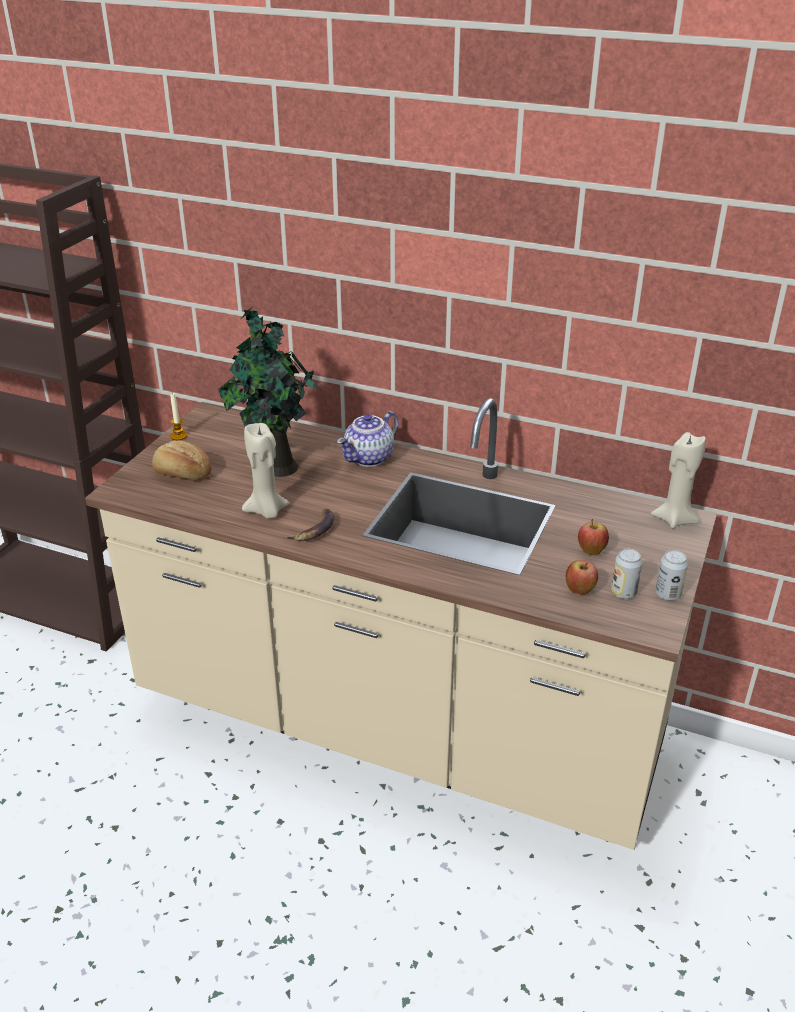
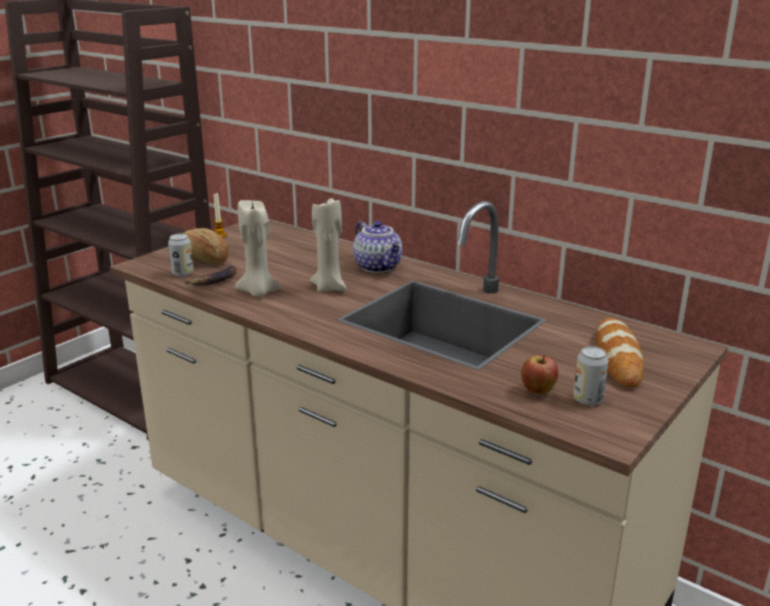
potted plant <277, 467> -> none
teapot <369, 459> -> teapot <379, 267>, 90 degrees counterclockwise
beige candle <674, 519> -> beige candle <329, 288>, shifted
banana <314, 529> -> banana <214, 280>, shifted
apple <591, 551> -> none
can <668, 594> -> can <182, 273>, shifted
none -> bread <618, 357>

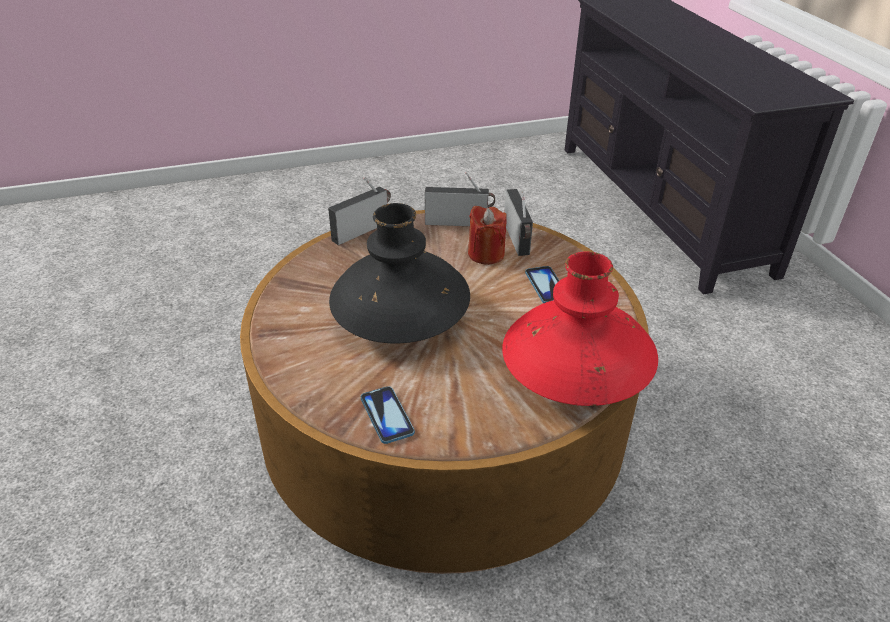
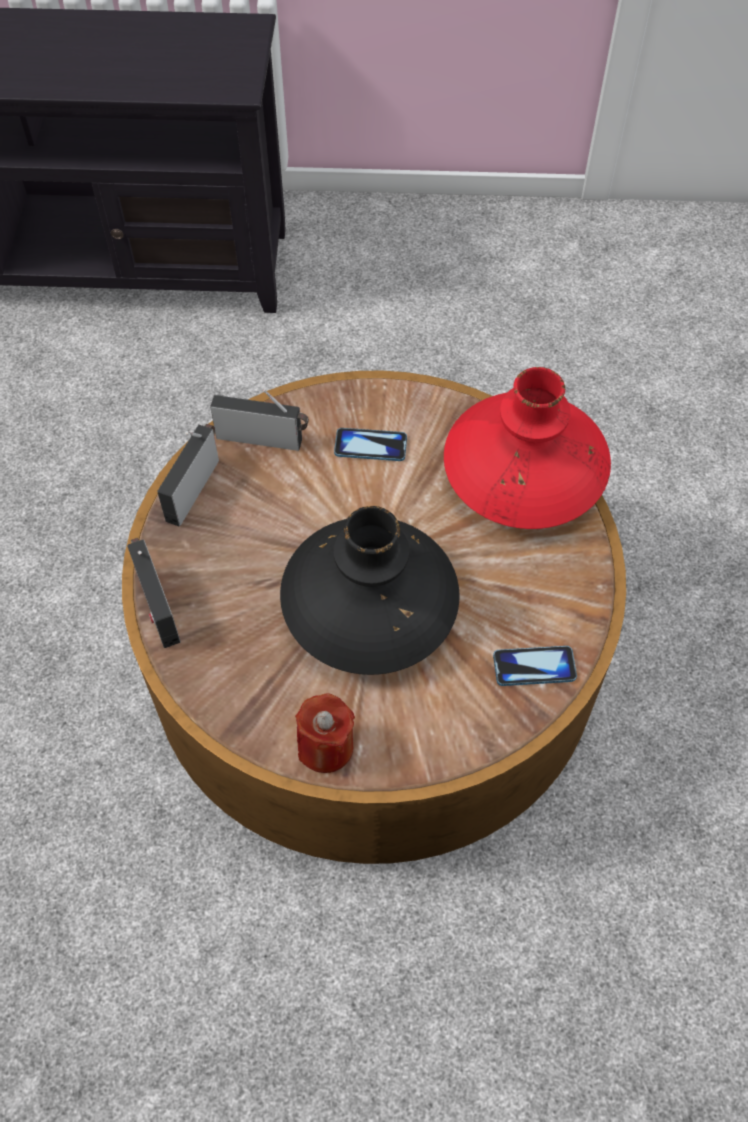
red candle <486, 254> -> red candle <325, 747>, shifted

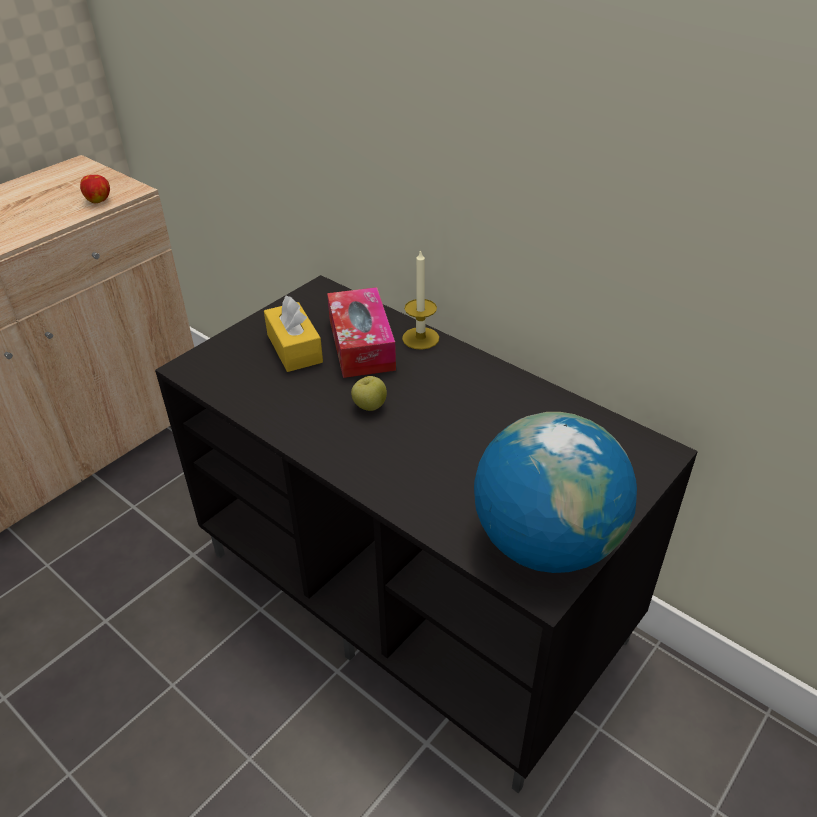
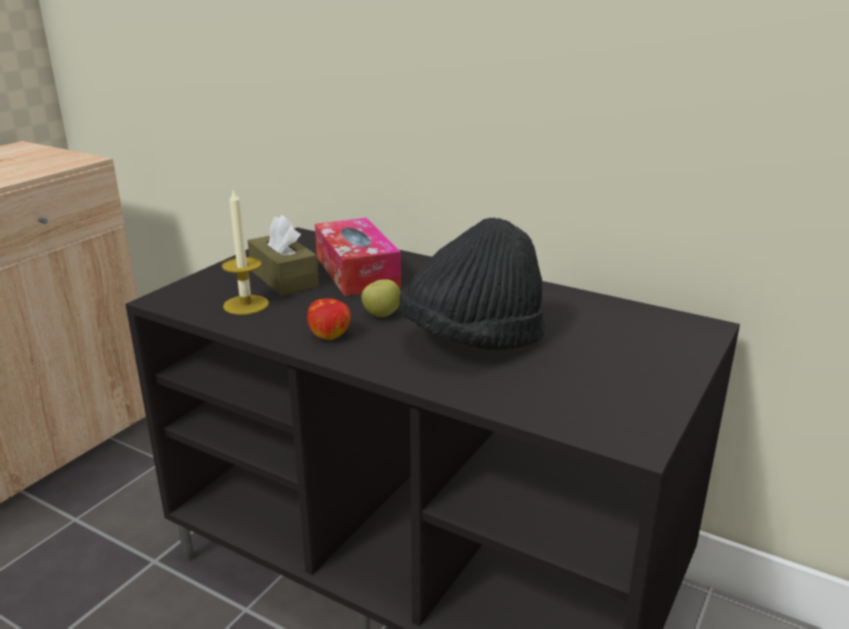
apple <99, 200> -> apple <330, 336>, shifted
candle <420, 338> -> candle <246, 305>, shifted
yellow tissue box <294, 348> -> brown tissue box <284, 278>
globe <546, 542> -> none
none -> black hat <472, 340>

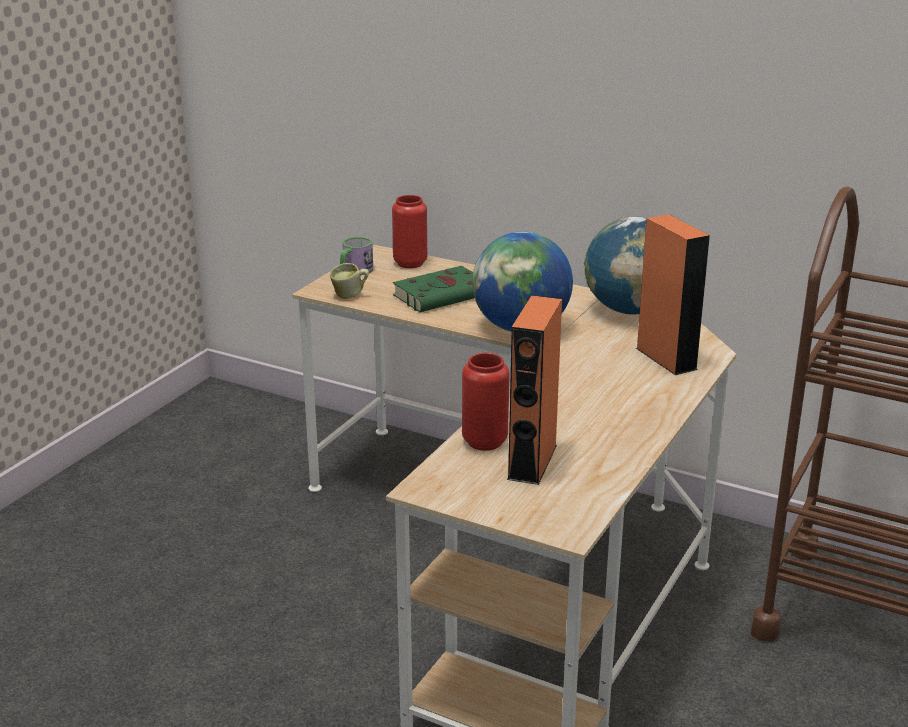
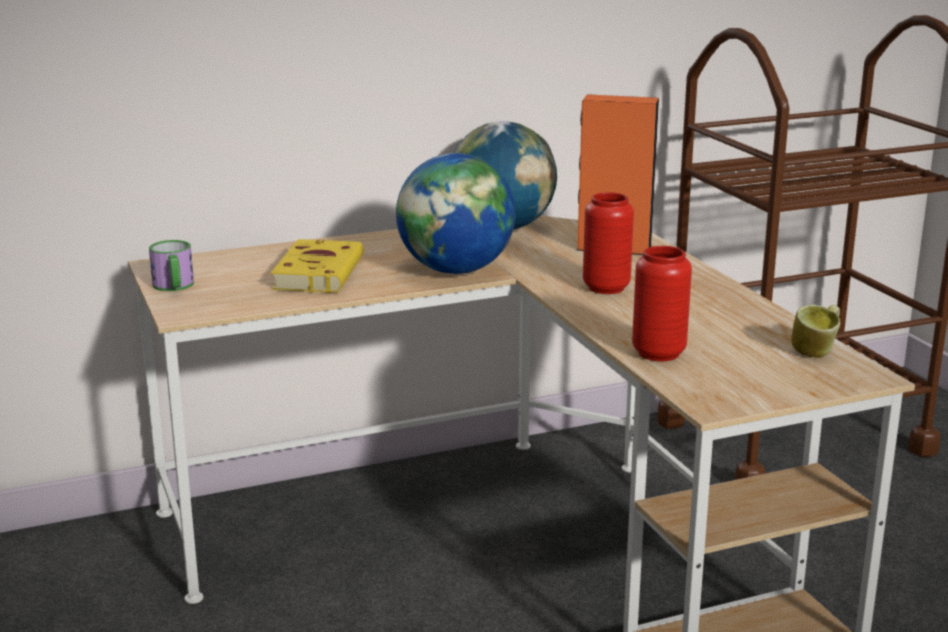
red vase <410, 263> -> red vase <606, 288>, shifted
mug <350, 296> -> mug <817, 352>, shifted
green book <444, 294> -> yellow book <319, 272>
orange speaker <532, 462> -> none

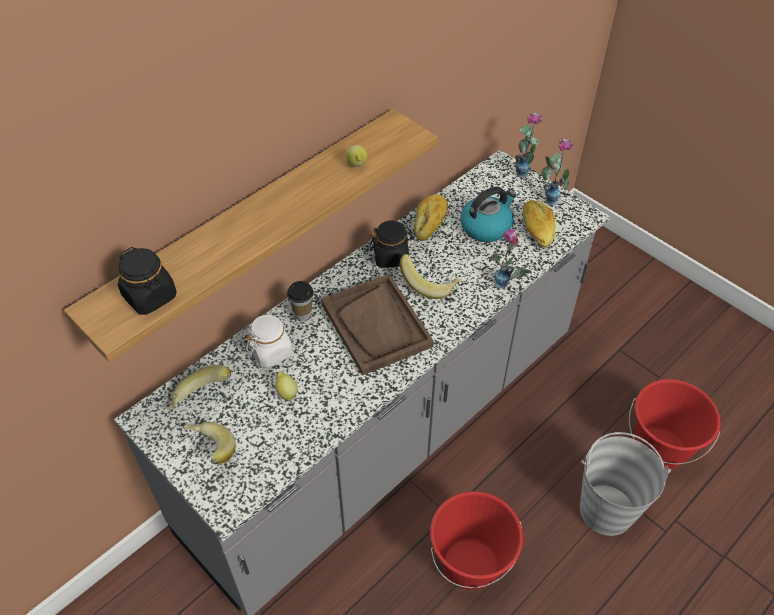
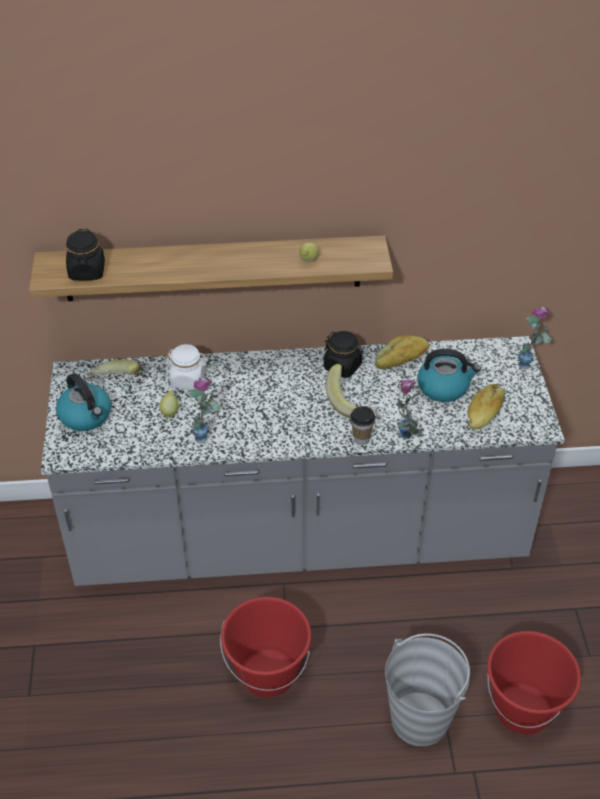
vase <551, 196> -> vase <207, 433>, shifted
brown tray <376, 325> -> none
cup <303, 314> -> cup <361, 439>, shifted
banana <209, 451> -> kettle <86, 416>

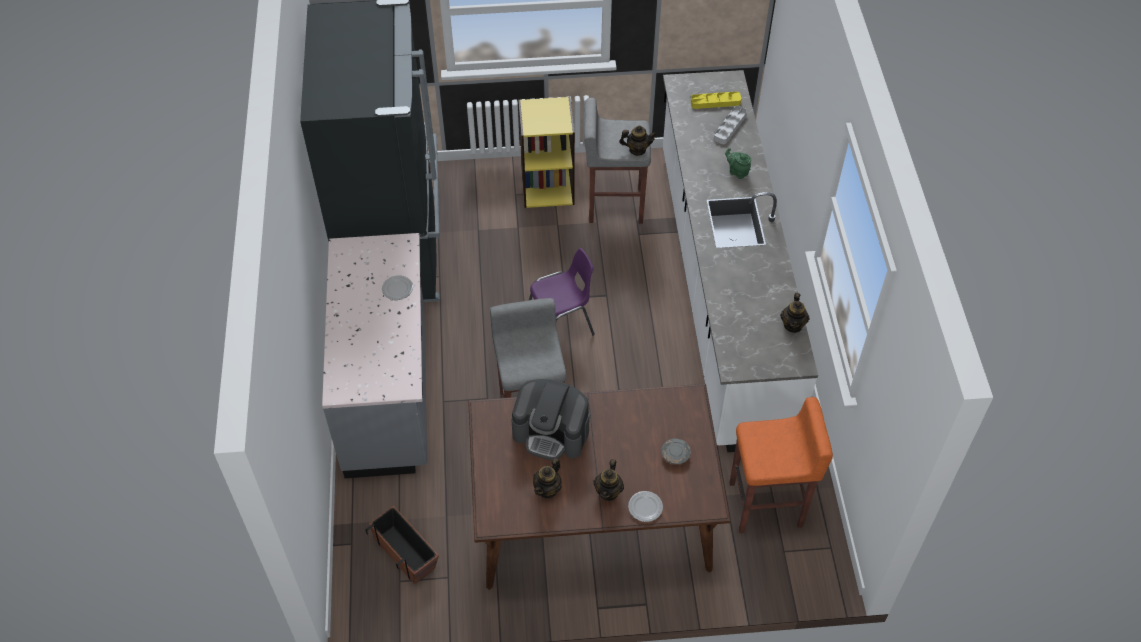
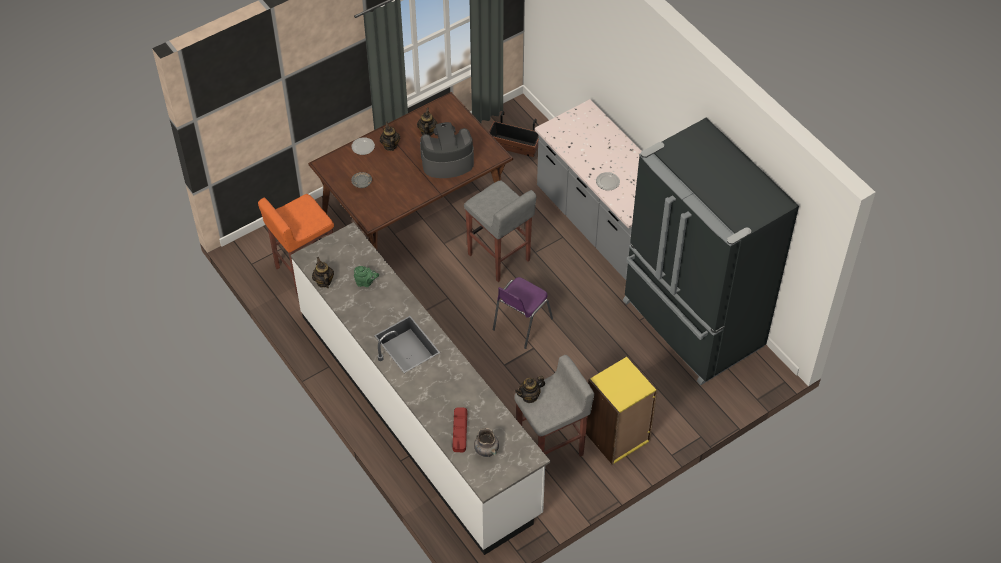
yellow tray <715, 102> -> grey vase <486, 451>
grey tray <730, 127> -> red tray <460, 431>
green teapot <737, 172> -> green teapot <366, 282>, shifted

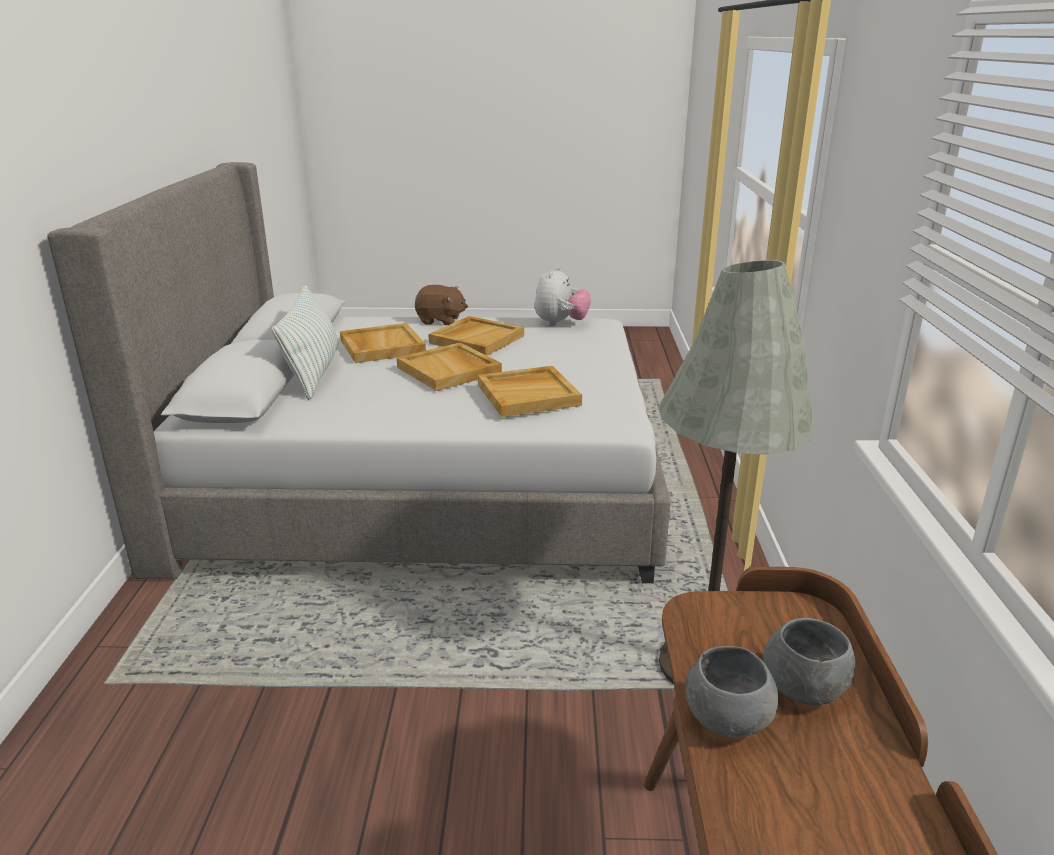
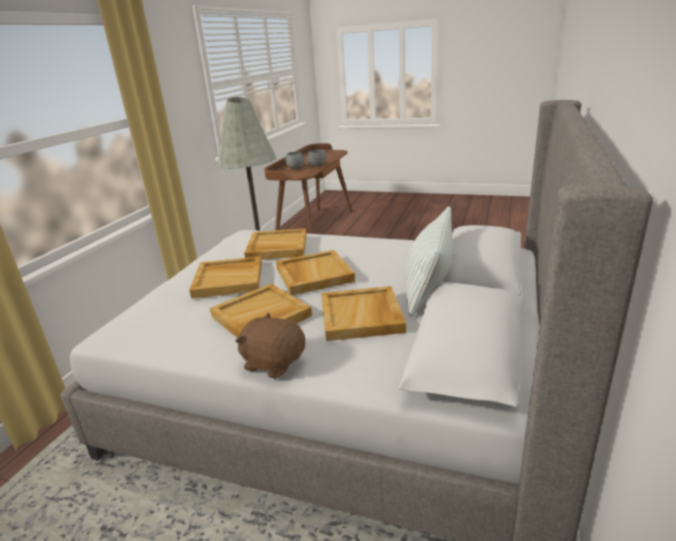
plush toy <560, 323> -> none
none -> beige tray <229, 279>

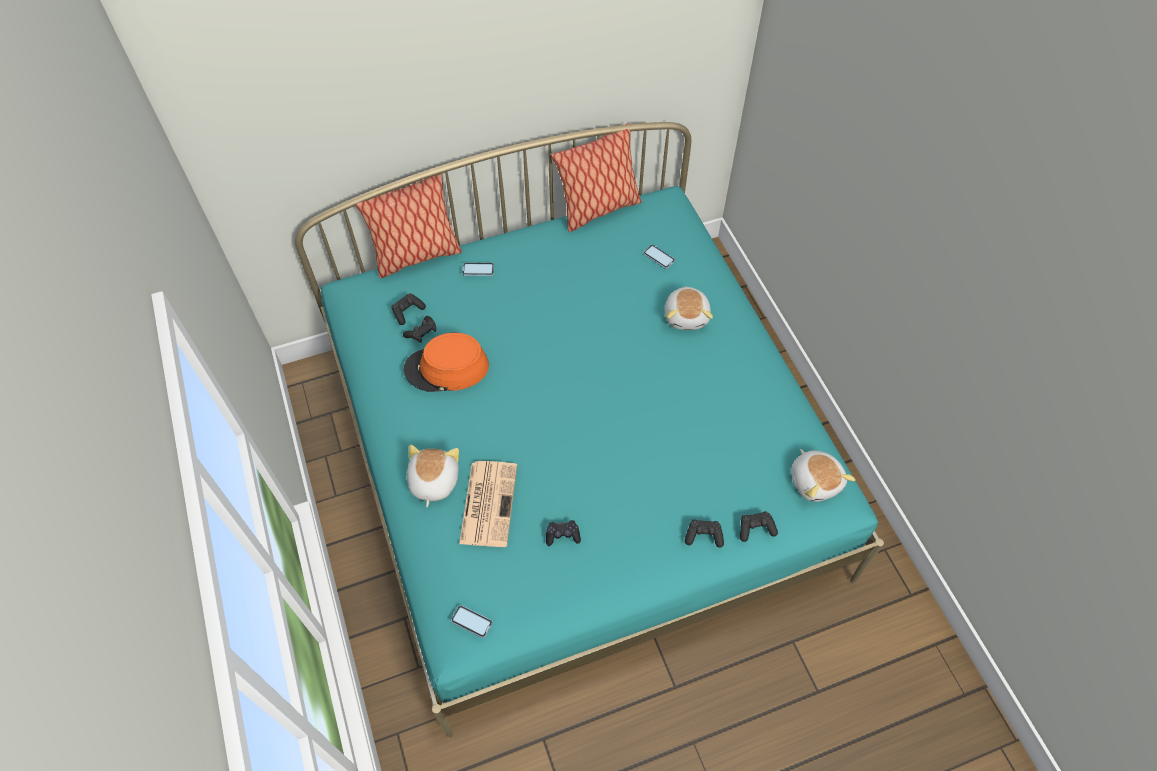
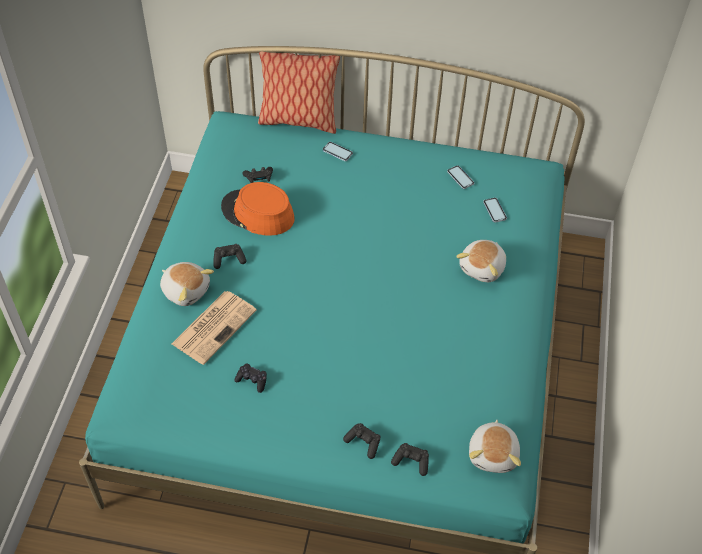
pillow <598, 209> -> none
black game controller <408, 312> -> black game controller <229, 259>, shifted
plush toy <433, 481> -> plush toy <186, 290>, 90 degrees clockwise
phone <471, 622> -> phone <460, 178>, shifted

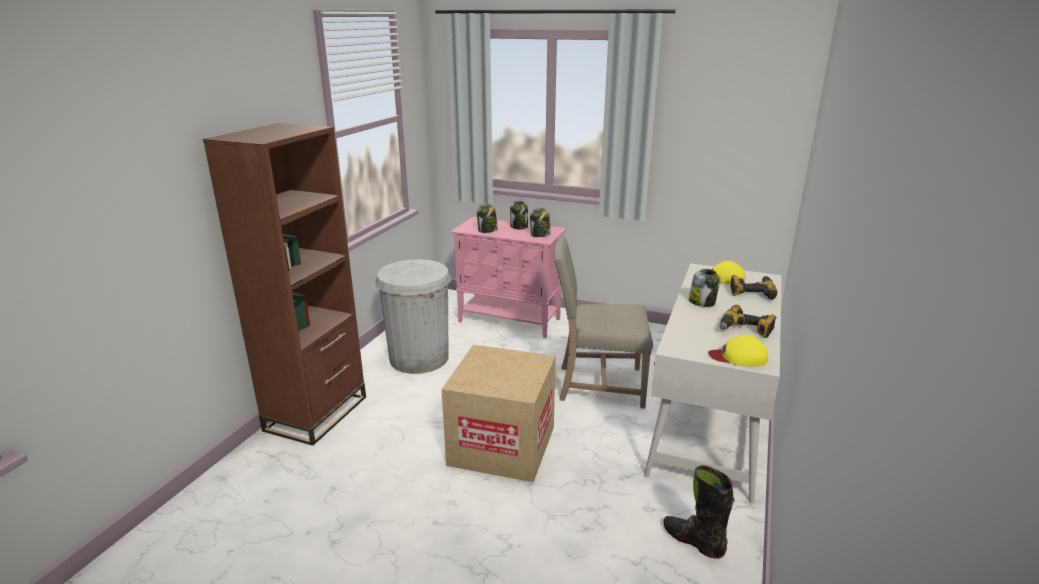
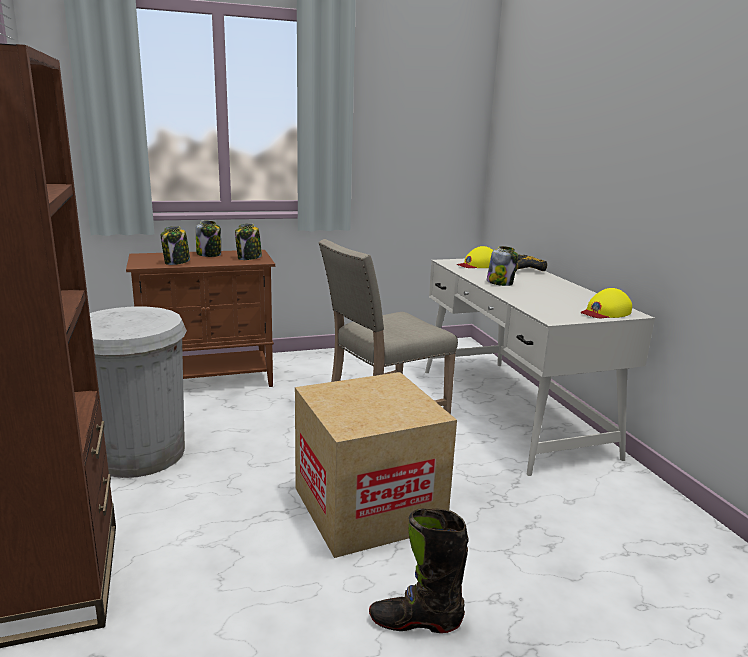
pink cabinet <510, 320> -> brown cabinet <209, 380>
power drill <745, 330> -> none
black boot <693, 541> -> black boot <415, 621>, shifted

